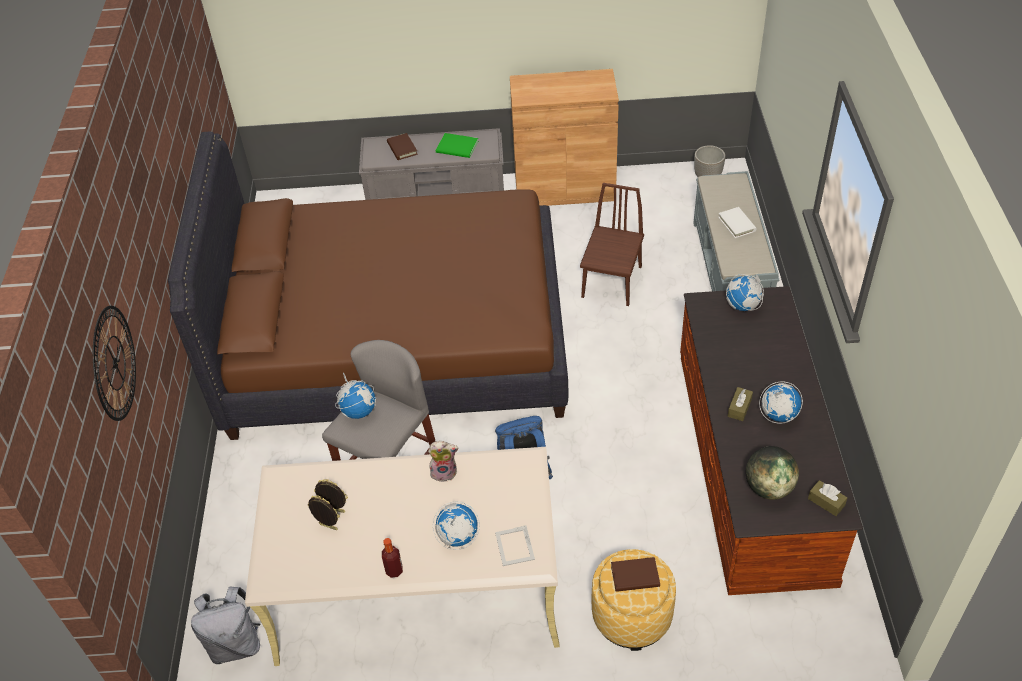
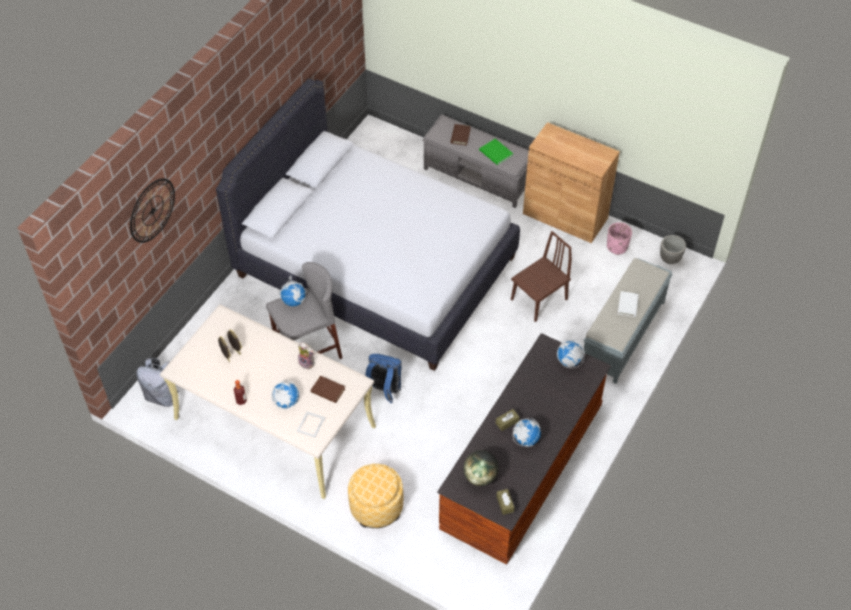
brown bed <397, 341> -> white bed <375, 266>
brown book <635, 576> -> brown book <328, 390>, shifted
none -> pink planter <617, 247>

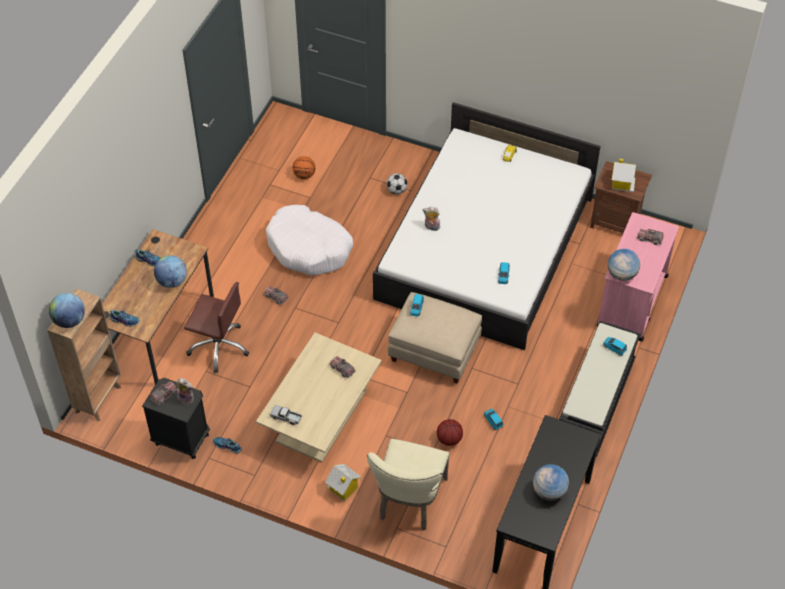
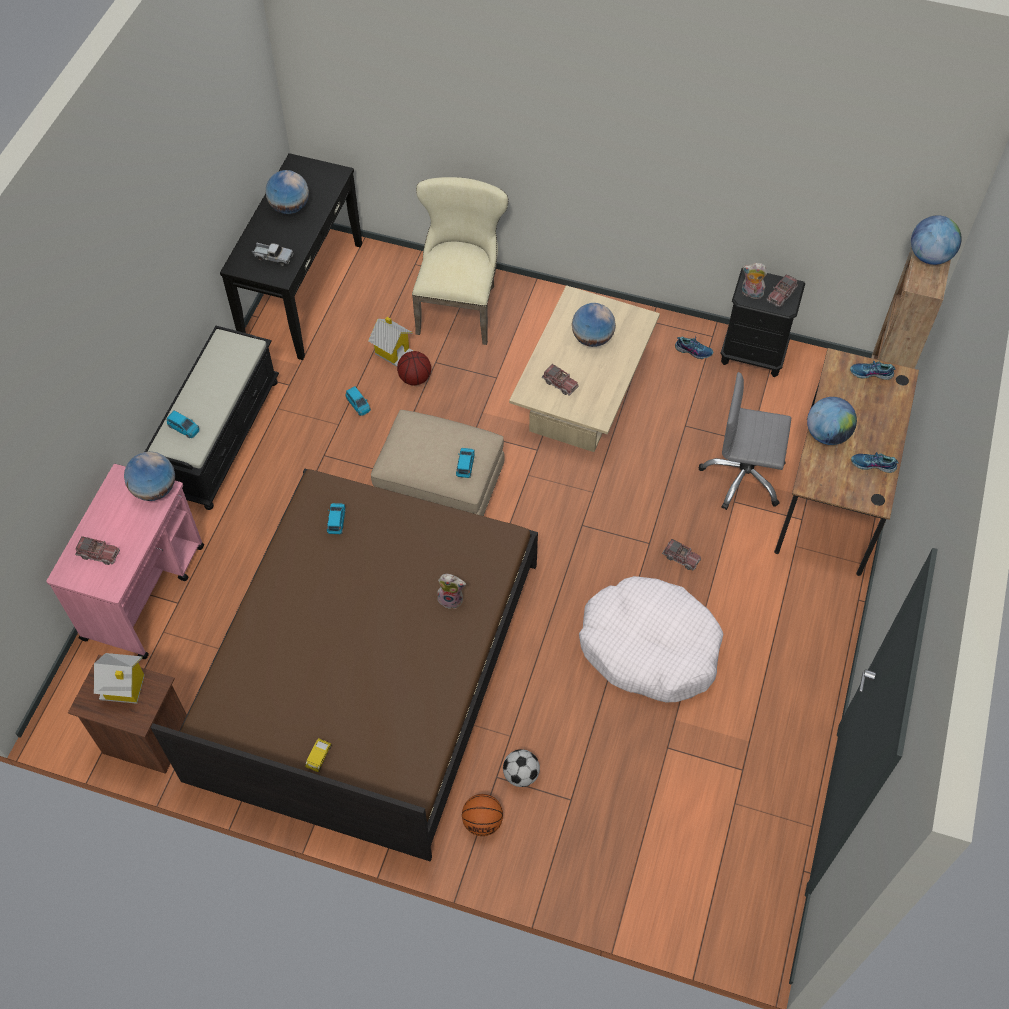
white bed <485, 248> -> brown bed <367, 669>
basketball <304, 175> -> basketball <482, 822>, shifted
brown office chair <219, 346> -> grey office chair <743, 477>
toy truck <286, 417> -> toy truck <273, 257>, shifted
toy house <343, 489> -> toy house <393, 351>, shifted
none -> globe <592, 338>

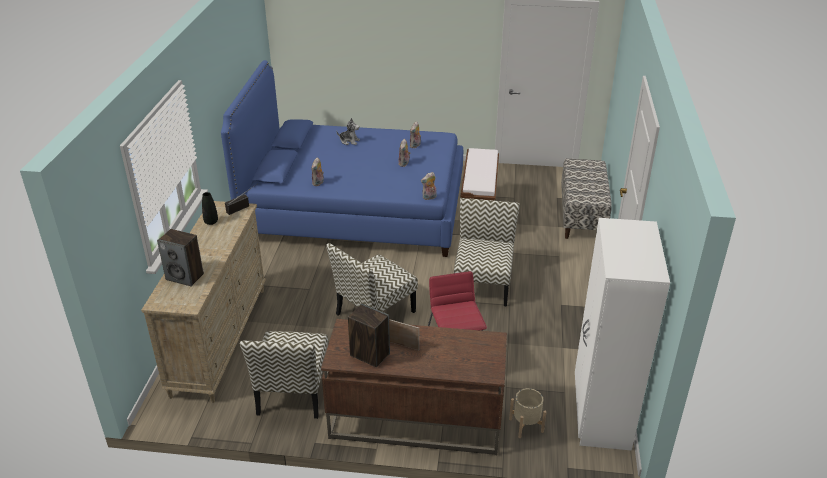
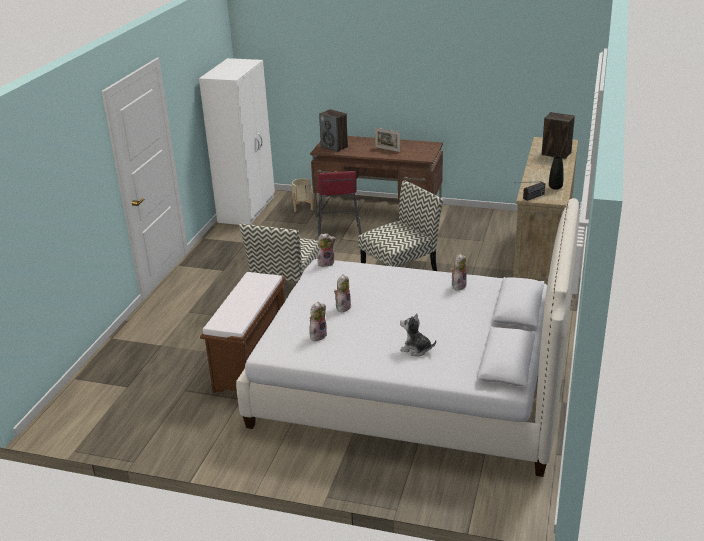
blue bed <355, 209> -> white bed <413, 386>
bench <582, 216> -> none
speaker <369, 355> -> speaker <334, 147>, shifted
chair <293, 393> -> none

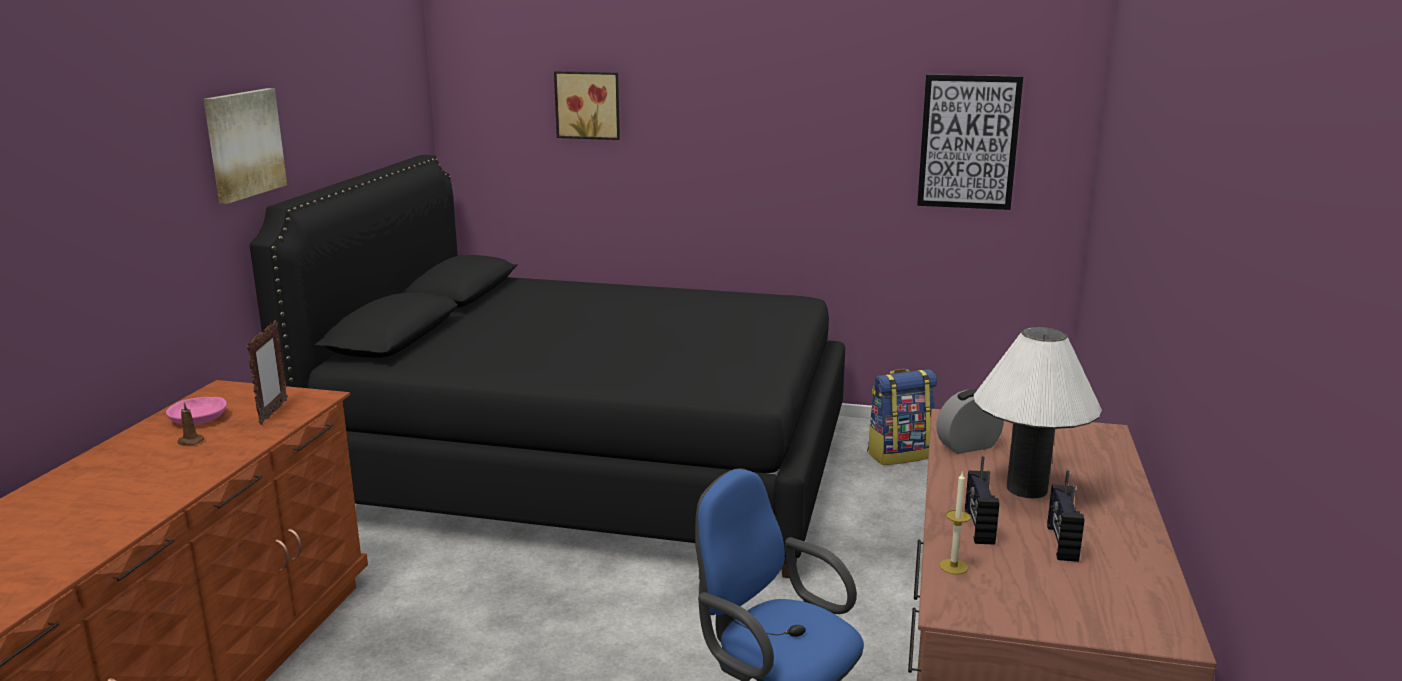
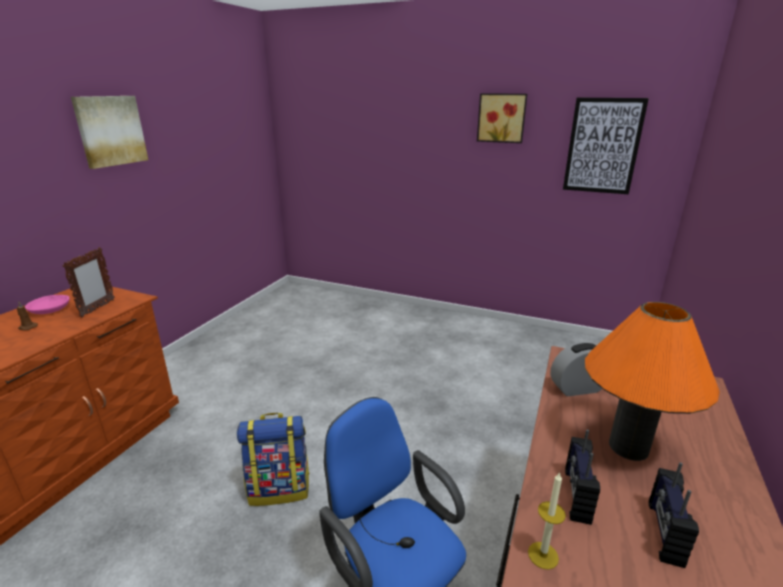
picture <588, 105> -> picture <501, 118>, shifted
black bed <591, 466> -> none
white table lamp <1026, 489> -> orange table lamp <628, 447>
backpack <899, 454> -> backpack <280, 488>, shifted

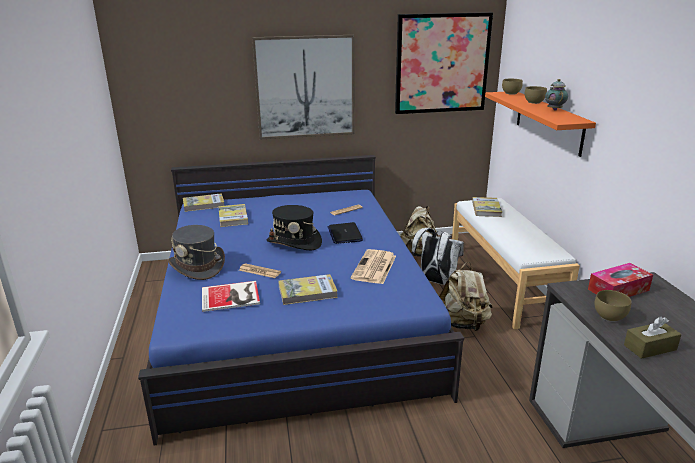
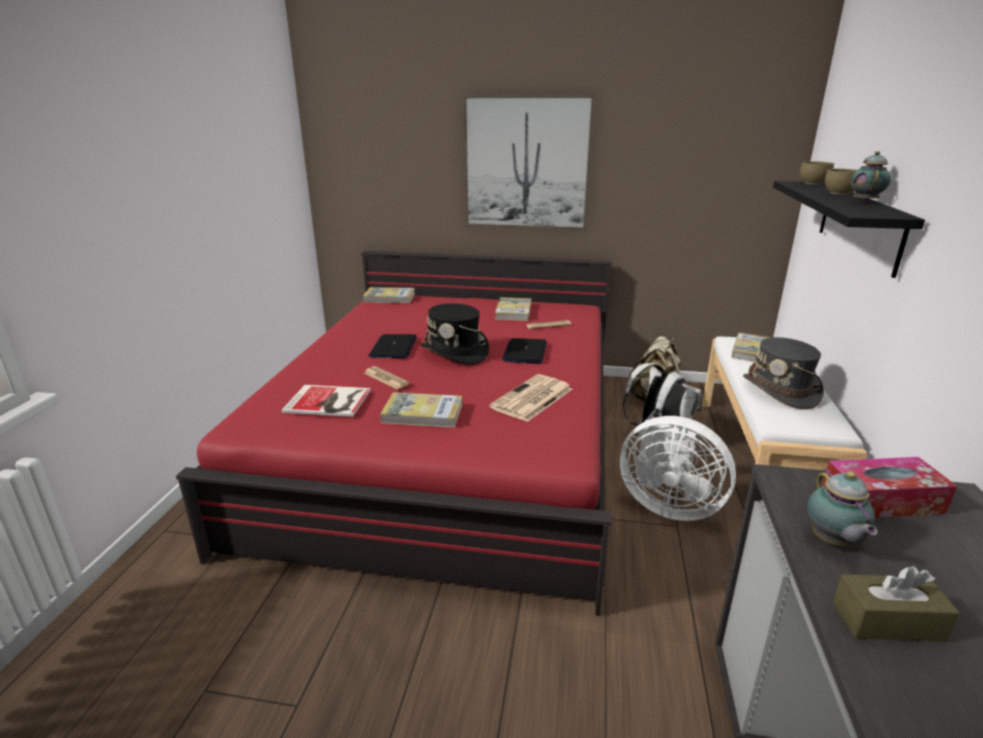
picture <442, 63> -> none
orange shelf <548, 122> -> black shelf <859, 225>
blue bed <293, 315> -> red bed <451, 446>
book <233, 217> -> book <513, 312>, shifted
grey hat <197, 266> -> grey hat <780, 391>, shifted
beige backpack <462, 324> -> white fan <667, 505>
brown bowl <608, 316> -> teapot <832, 542>
none -> laptop <394, 347>

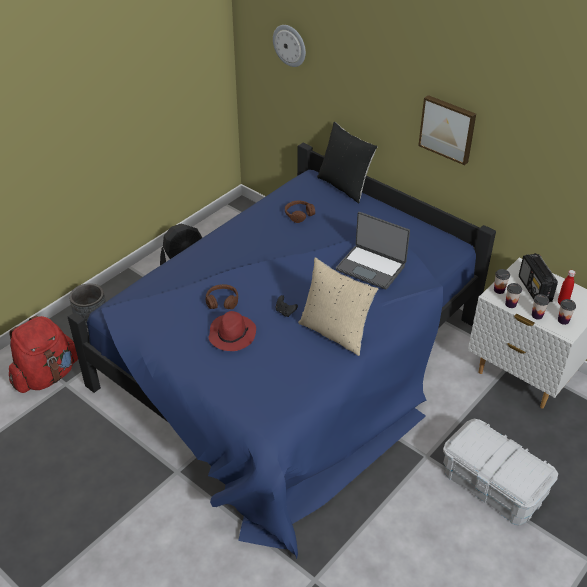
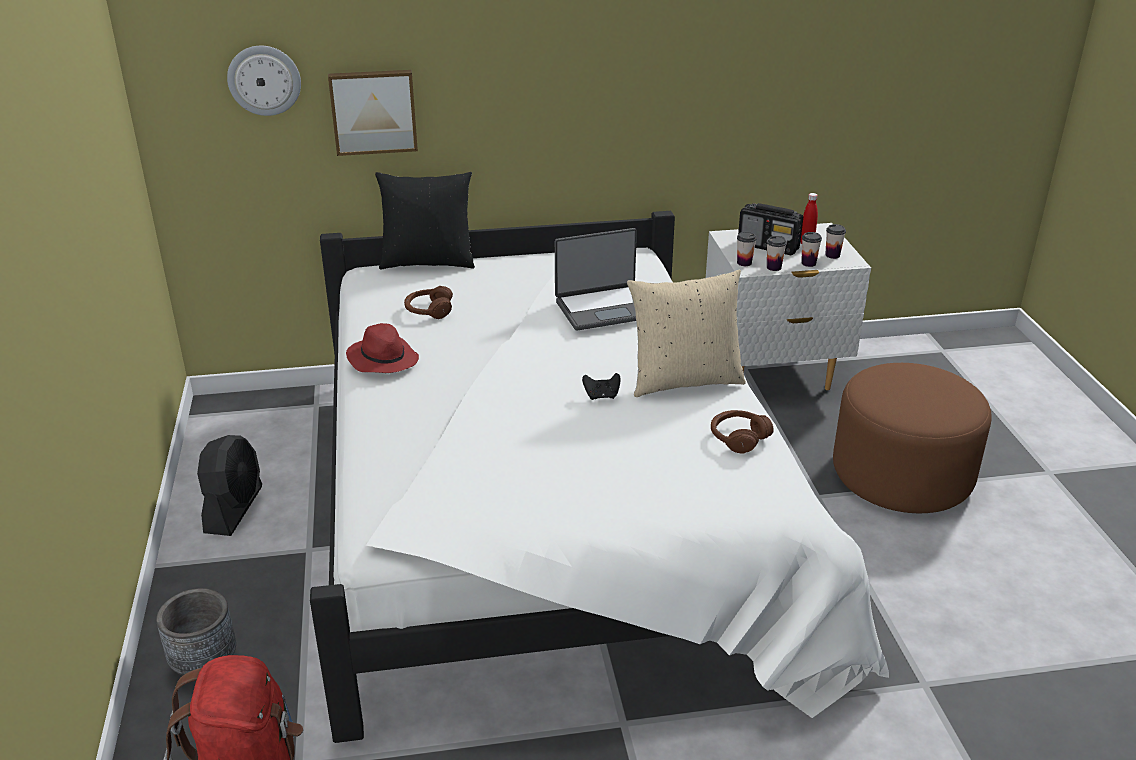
picture <448, 129> -> picture <373, 111>, shifted
blue bed <291, 363> -> white bed <556, 517>
brown headphones <222, 301> -> brown headphones <738, 438>, shifted
red hat <232, 334> -> red hat <382, 359>, shifted
white storage box <493, 485> -> brown ottoman <902, 475>

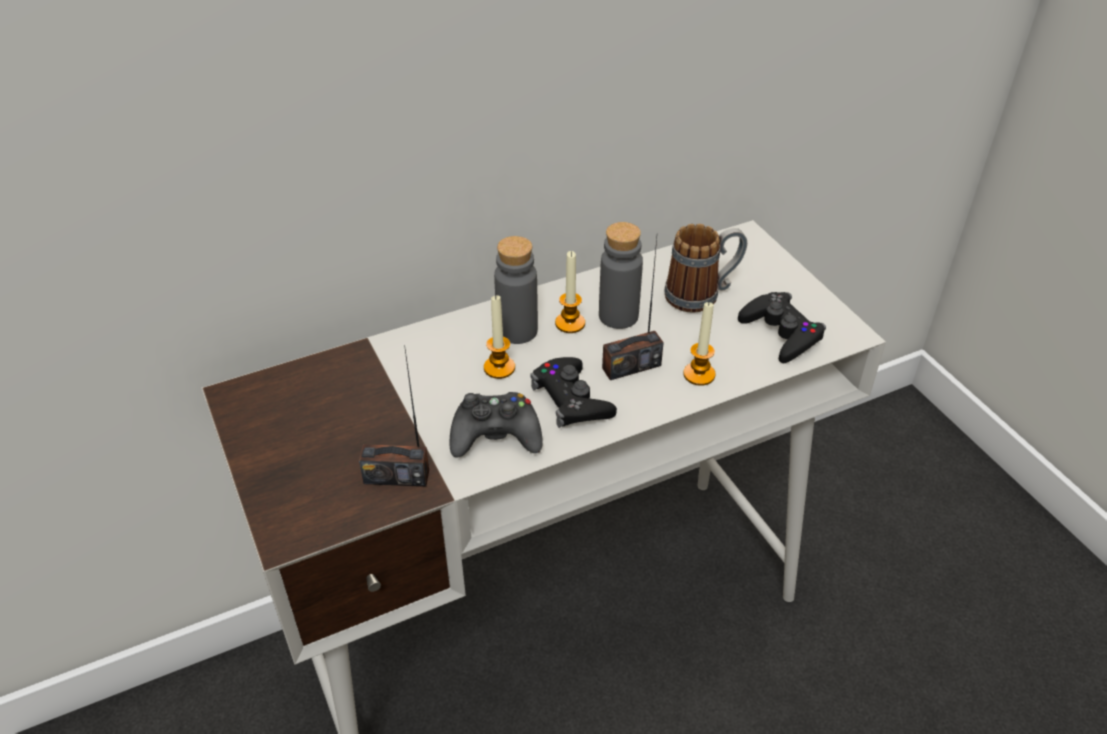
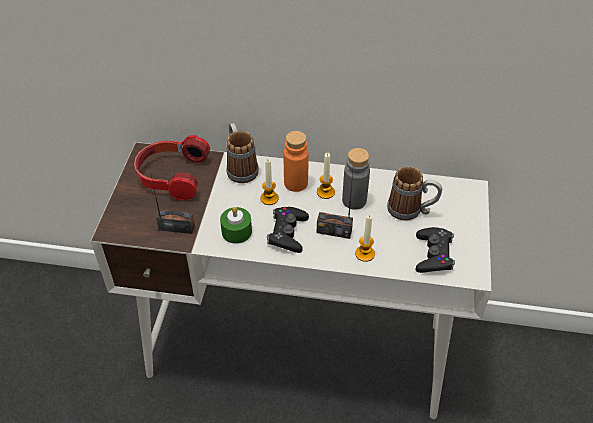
grey bottle <517, 331> -> orange bottle <296, 183>
radio <396, 476> -> radio <176, 228>, 150 degrees clockwise
black game controller <495, 435> -> green candle <236, 231>
none -> mug <240, 168>
none -> headphones <171, 175>

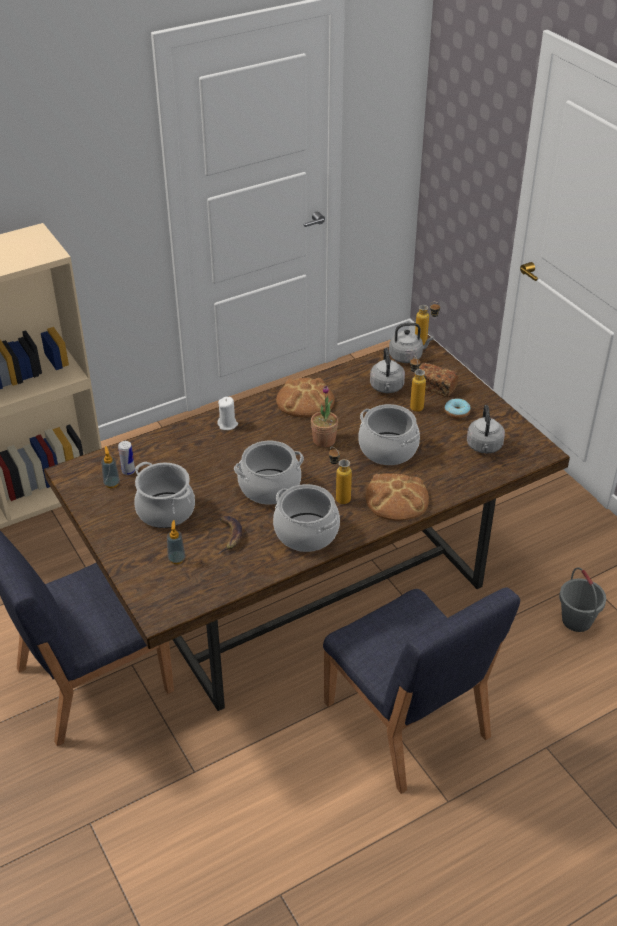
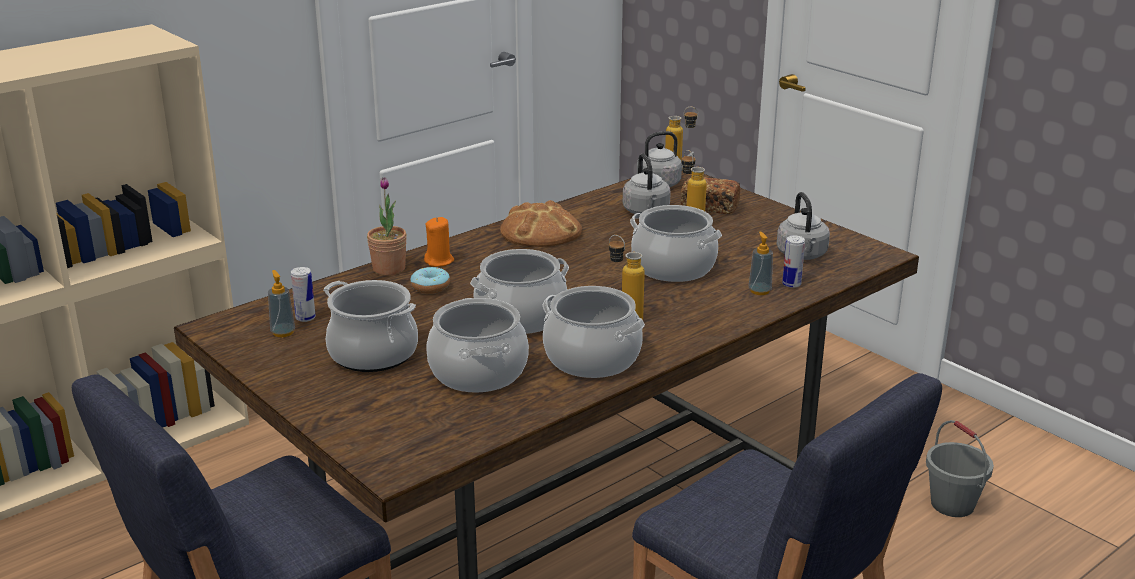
potted plant <324, 440> -> potted plant <389, 269>, shifted
white candle <228, 424> -> orange candle <439, 261>
donut <457, 412> -> donut <430, 287>, shifted
bread <396, 499> -> none
banana <229, 536> -> cooking pot <479, 372>
soap dispenser <176, 559> -> soap dispenser <759, 291>, shifted
none -> can <791, 284>

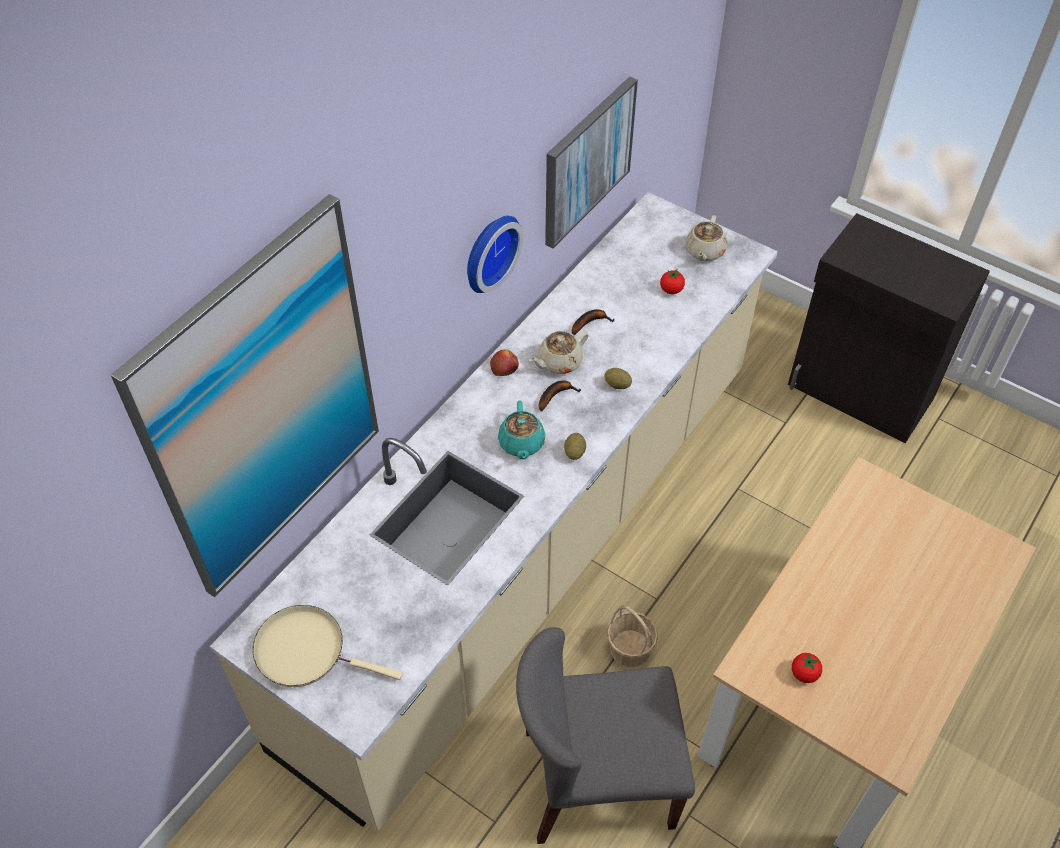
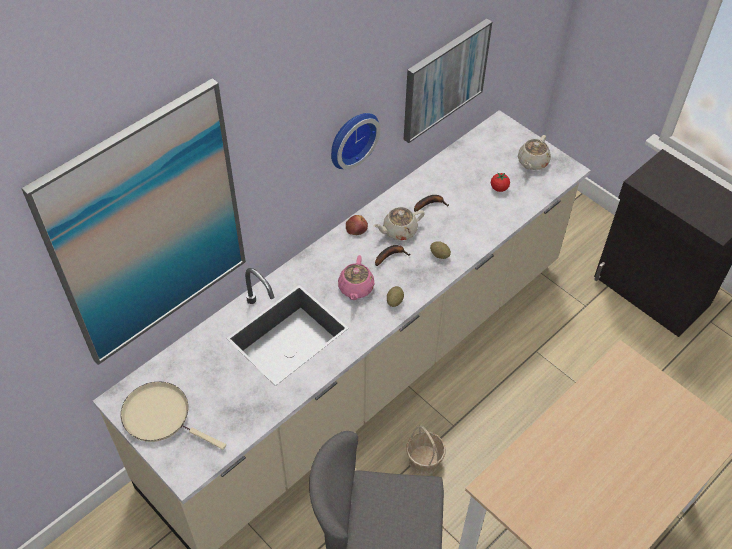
turquoise teapot <521, 443> -> pink teapot <355, 288>
tomato <804, 673> -> none

